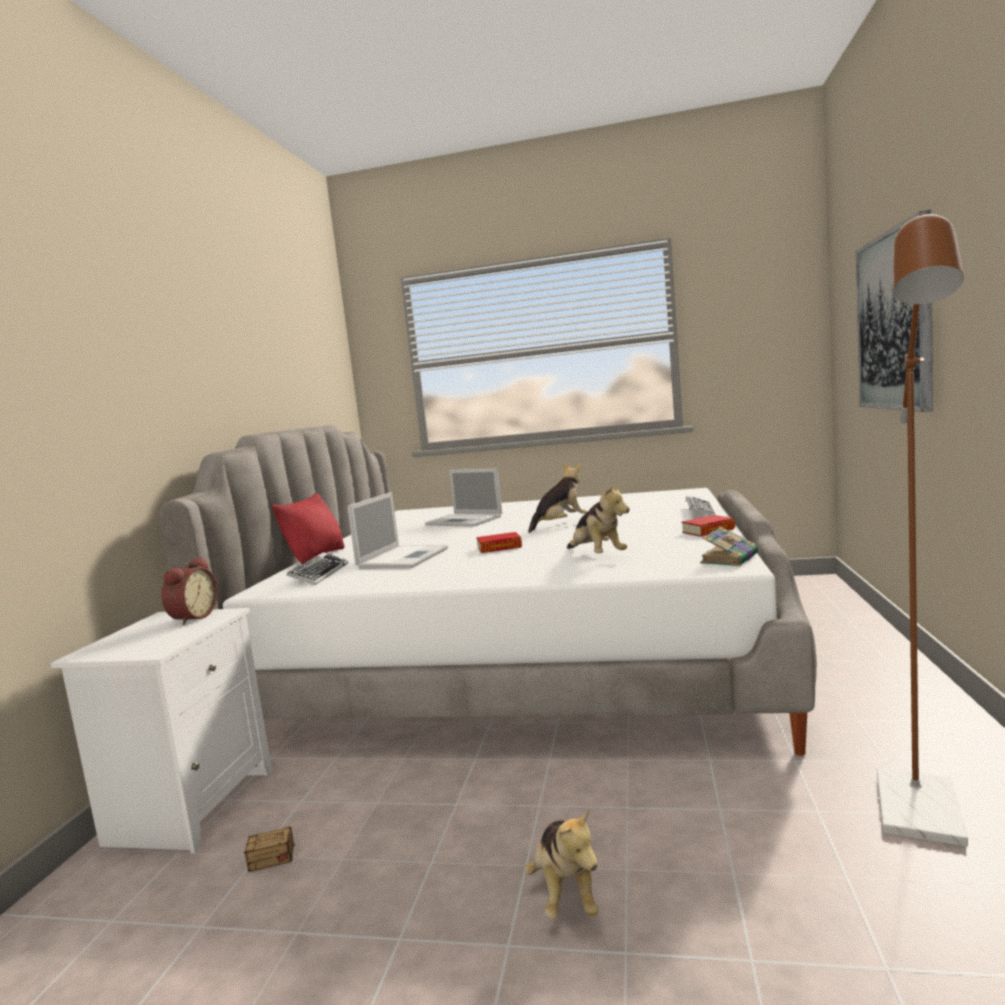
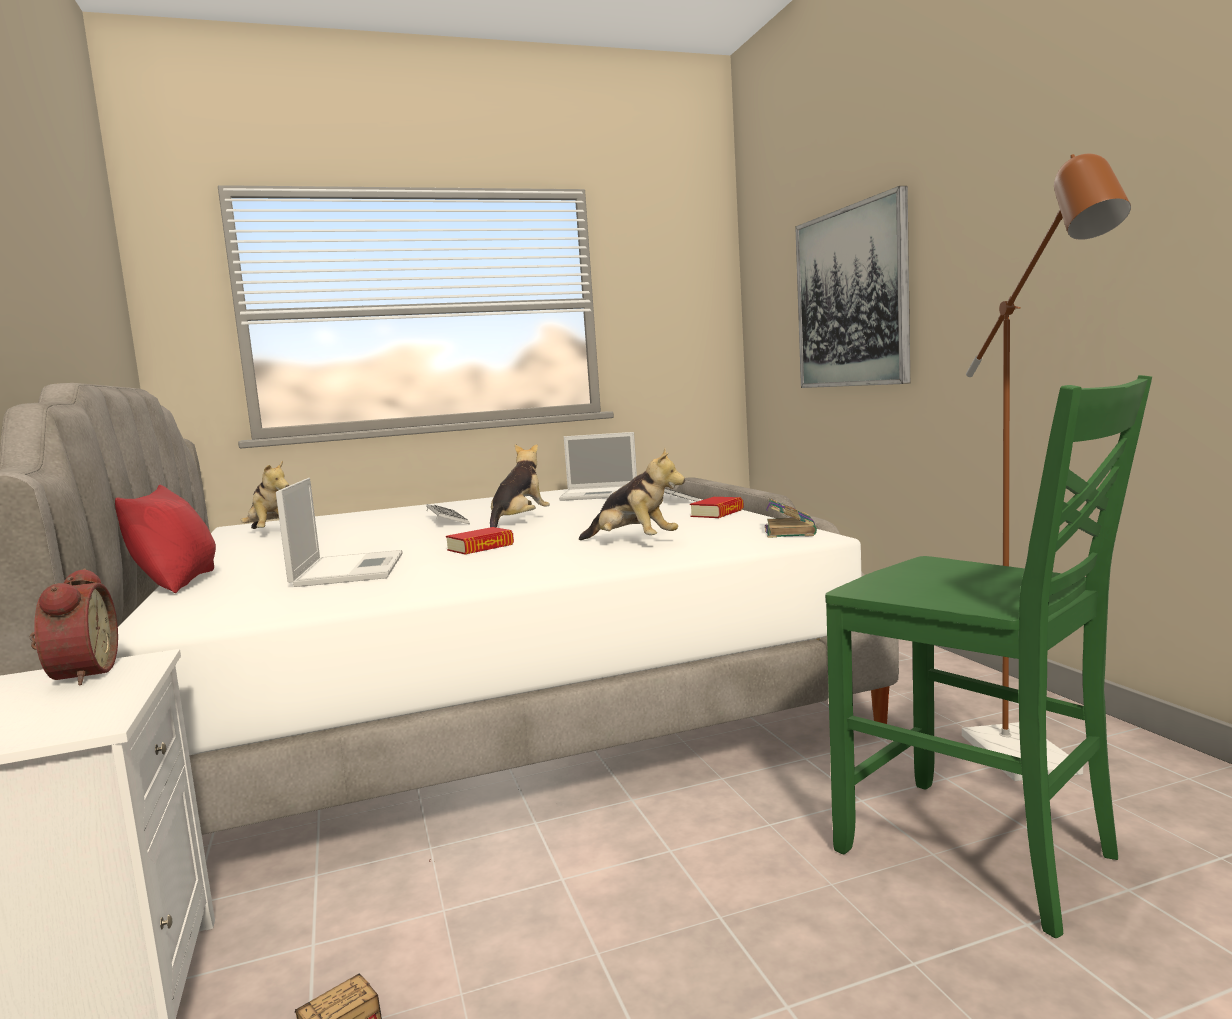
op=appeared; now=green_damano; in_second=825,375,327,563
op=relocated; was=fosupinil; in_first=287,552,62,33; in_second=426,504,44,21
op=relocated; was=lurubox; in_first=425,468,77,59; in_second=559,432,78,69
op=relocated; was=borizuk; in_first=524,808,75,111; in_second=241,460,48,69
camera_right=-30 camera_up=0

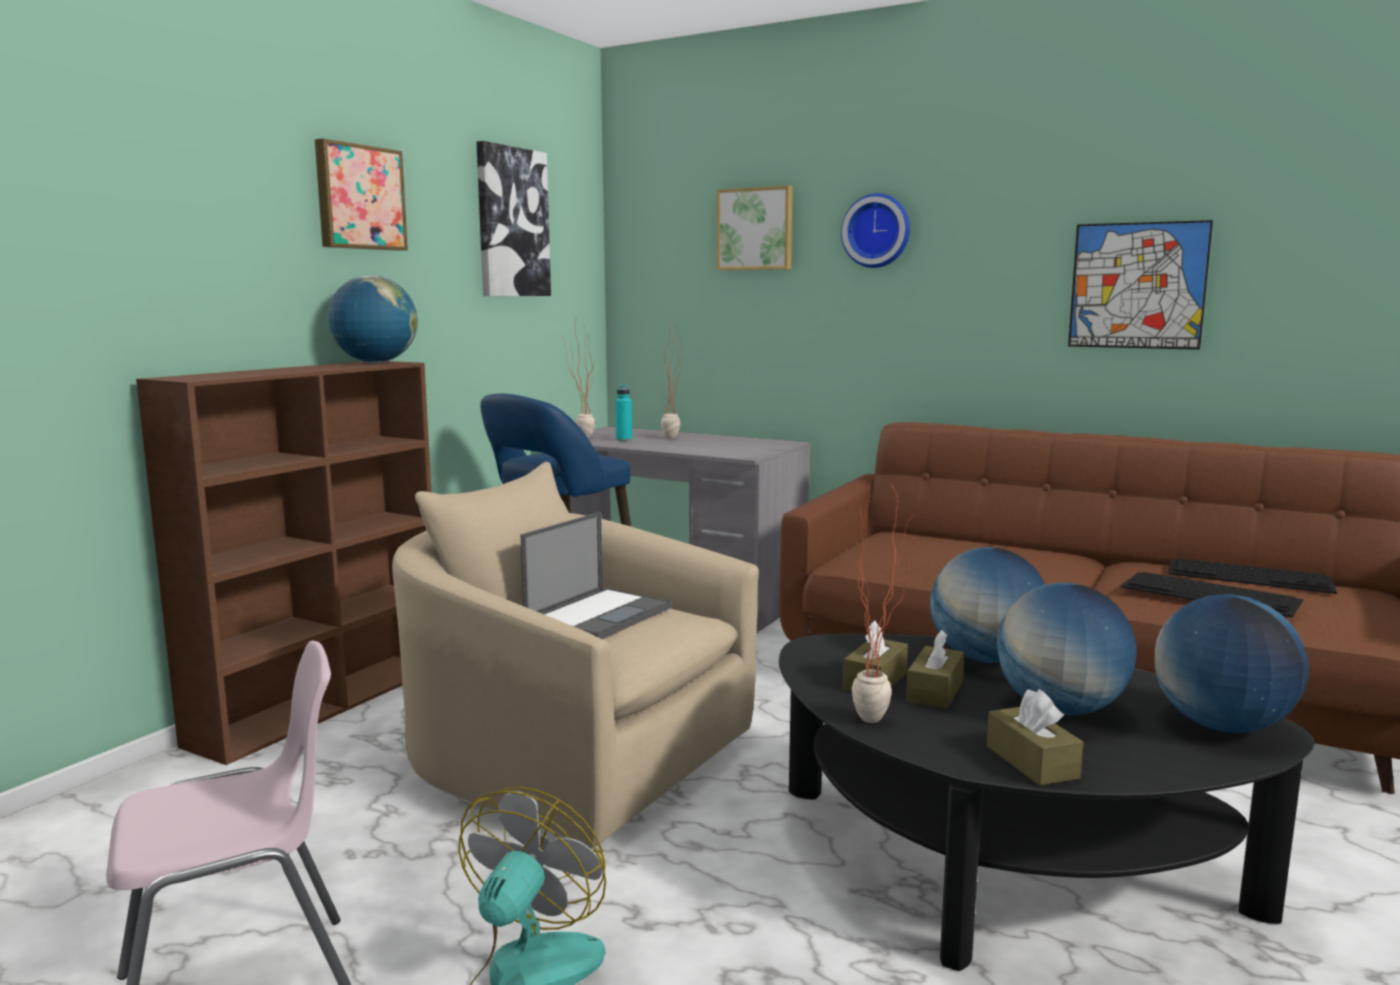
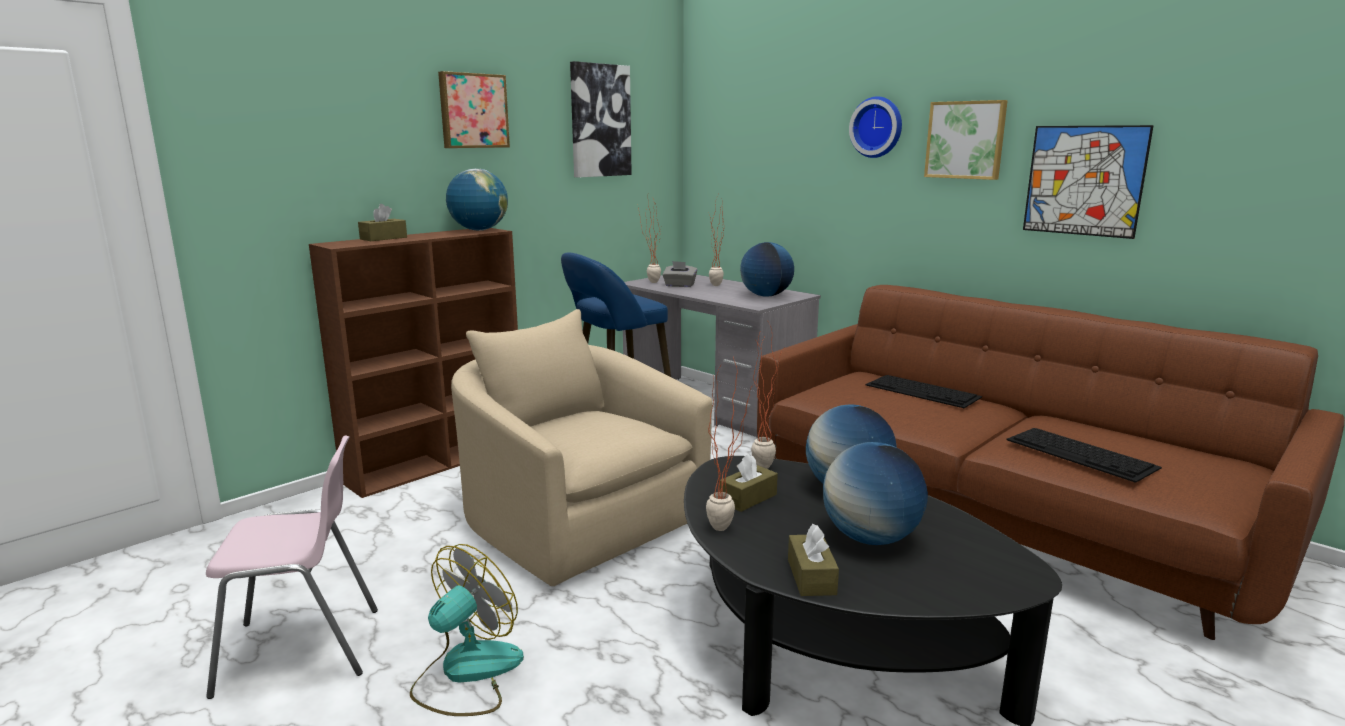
op=missing; was=lurubox; in_first=521,512,151,127
op=appeared; now=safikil; in_second=751,319,32,150
op=relocated; was=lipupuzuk; in_first=717,186,76,84; in_second=924,100,84,80
op=relocated; was=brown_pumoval; in_first=906,630,58,79; in_second=358,204,49,37
op=relocated; was=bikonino; in_first=1155,594,154,139; in_second=740,242,54,55
op=relocated; was=fosupinil; in_first=1168,558,169,36; in_second=866,375,116,33
op=exchanged; was=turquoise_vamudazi; now=grey_pumoval; in_first=615,384,17,57; in_second=662,261,35,26
camera_right=15 camera_up=5

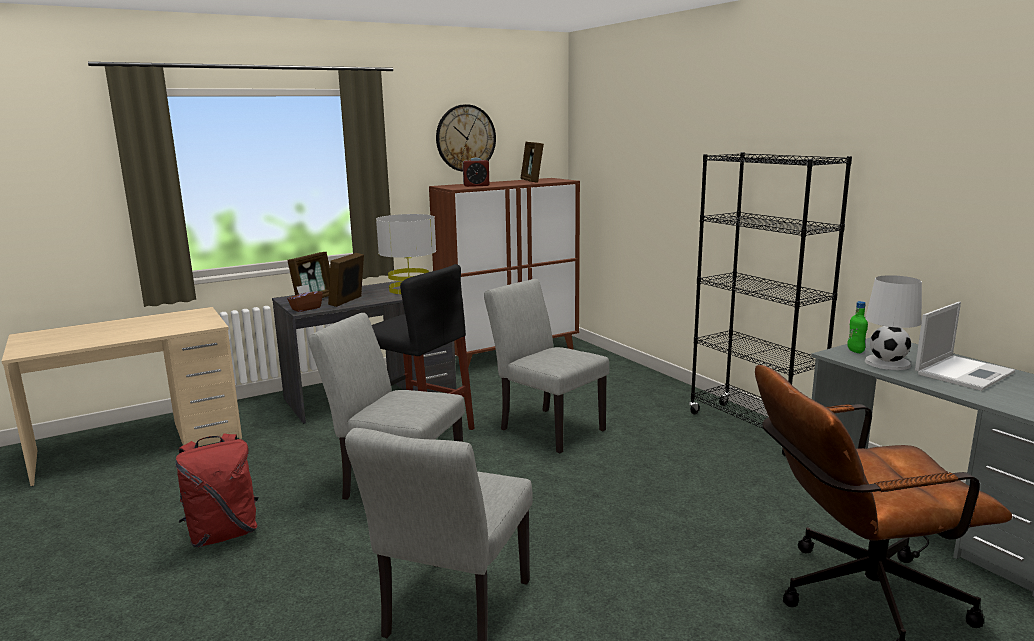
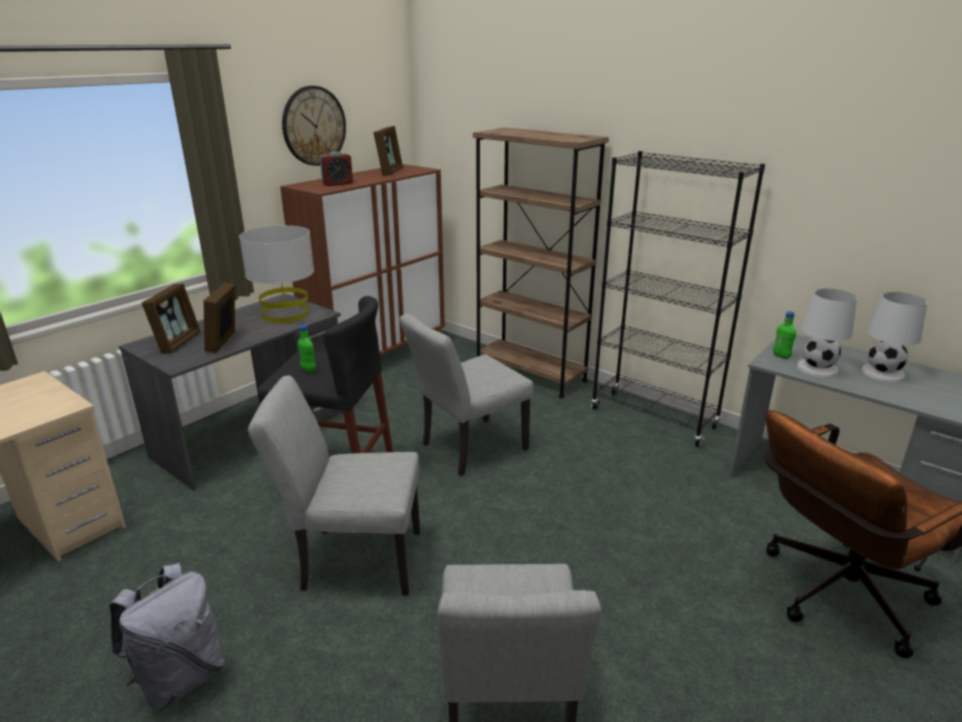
op=missing; was=brown_pumoval; in_first=287,284,36,28
op=appeared; now=green_vamudazi; in_second=298,324,18,49
op=appeared; now=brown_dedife; in_second=473,127,136,271
op=exchanged; was=lurubox; now=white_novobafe; in_first=915,302,100,89; in_second=861,292,67,90
op=colour; was=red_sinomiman; now=grey_sinomiman; in_first=176,433,82,114; in_second=109,563,116,147
op=spun; was=grey_damano; in_first=484,279,125,174; in_second=400,313,133,163; clockwise=-60
op=spun; was=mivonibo; in_first=520,142,24,41; in_second=373,126,30,50; clockwise=-135
camera_right=-20 camera_up=10

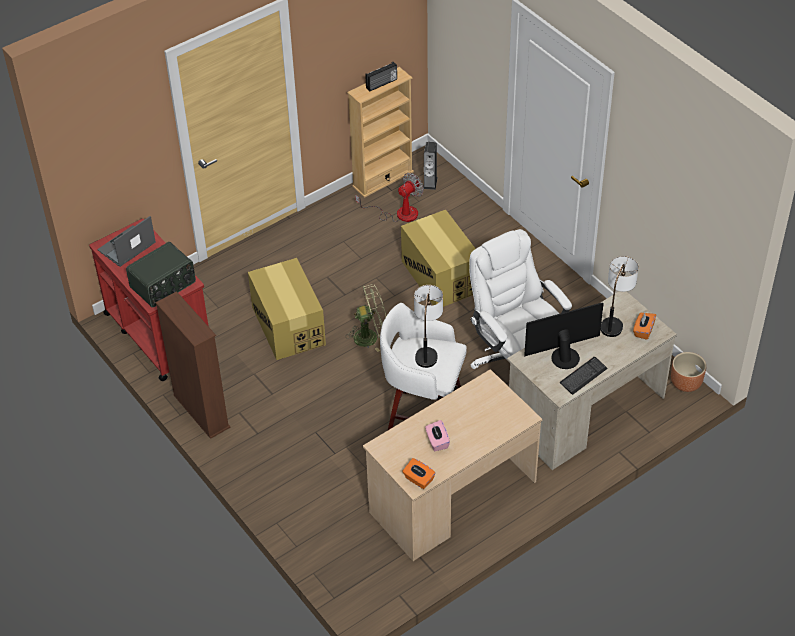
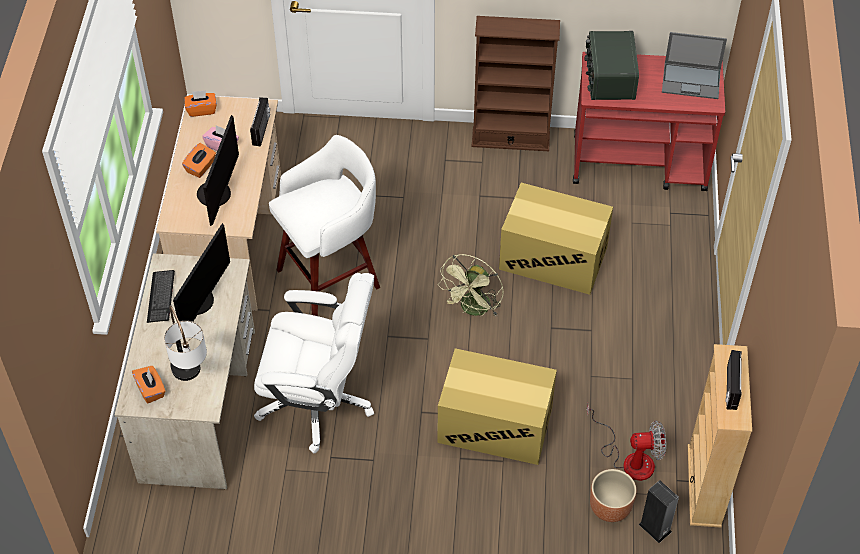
op=missing; was=novobafe; in_first=414,285,29,83
op=appeared; now=orange_pumoval; in_second=182,143,34,35
op=appeared; now=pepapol; in_second=197,115,42,111
op=appeared; now=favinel; in_second=250,97,20,50
op=relocated; was=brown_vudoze; in_first=671,352,35,40; in_second=590,469,46,53
op=spun; was=lurubox; in_first=97,216,59,51; in_second=662,32,65,67; clockwise=105
op=spun; was=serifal; in_first=355,173,69,49; in_second=587,404,79,77; clockwise=-90
camera_right=130 camera_up=5

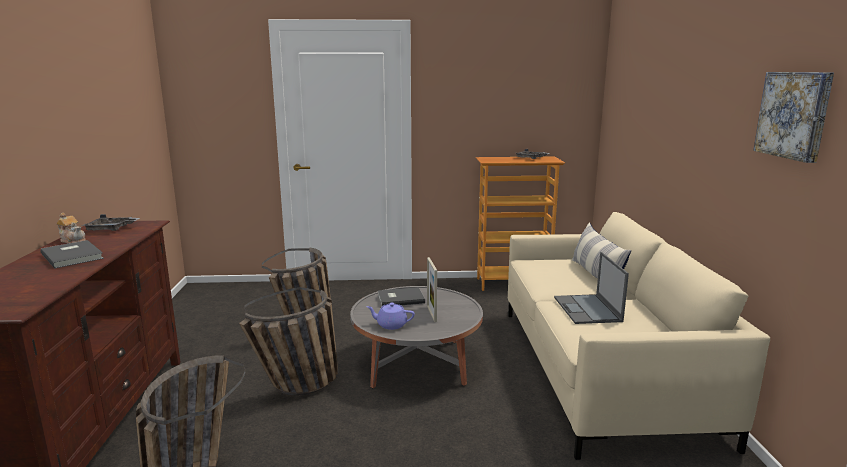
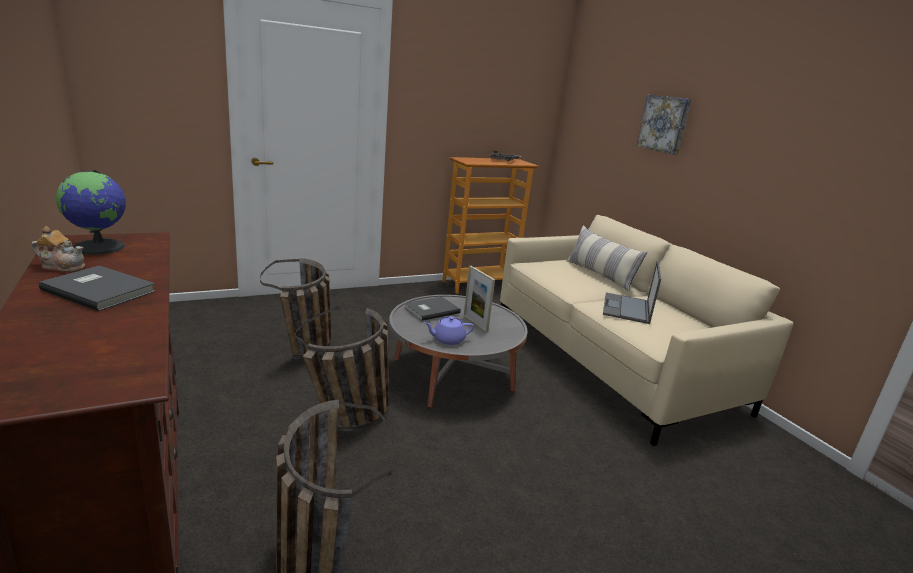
op=relocated; was=lipupuzuk; in_first=753,72,81,91; in_second=636,95,56,60
op=exchanged; was=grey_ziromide; now=bikonino; in_first=82,214,58,17; in_second=56,170,70,85
op=spun; was=lurubox; in_first=554,252,75,72; in_second=603,261,58,63; clockwise=45
camera_right=-25 camera_up=5

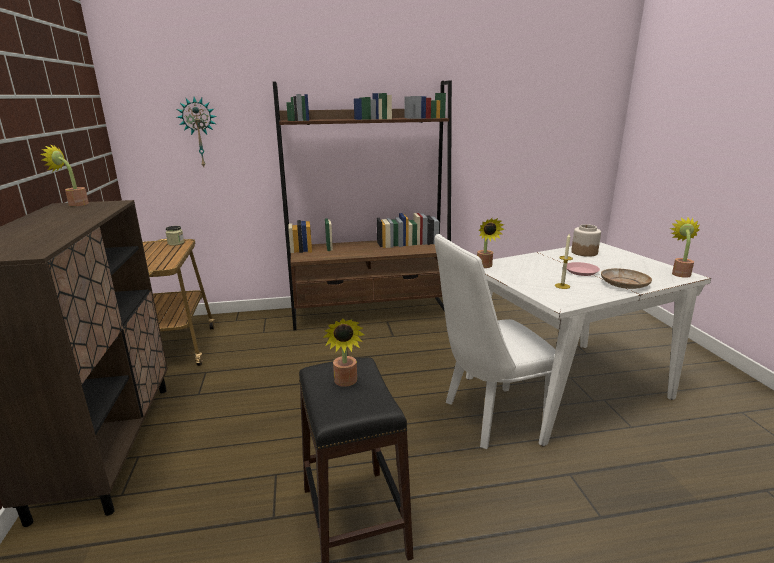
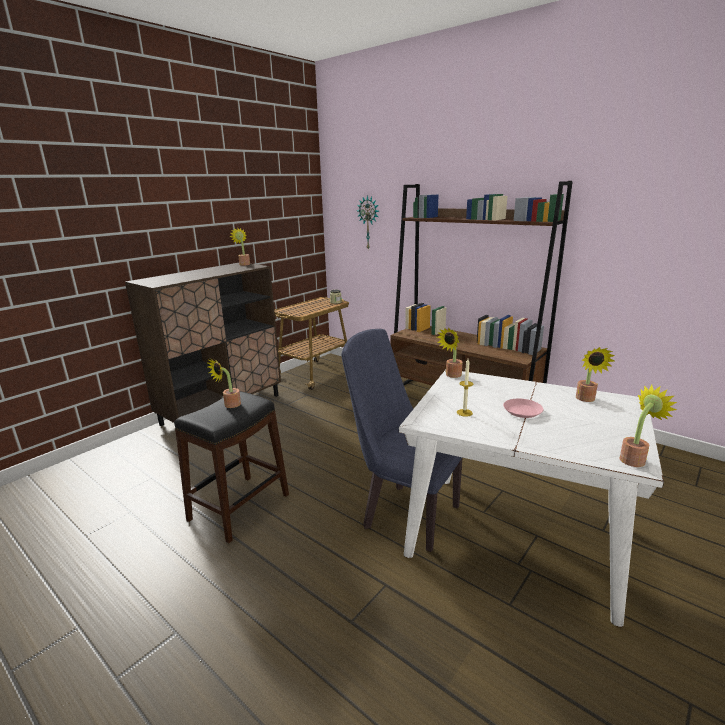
op=missing; was=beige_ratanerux; in_first=601,268,51,21
op=exchanged; was=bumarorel; now=safikil; in_first=571,224,30,33; in_second=576,347,38,55
op=colour; was=white_damano; now=blue_damano; in_first=435,234,121,215; in_second=342,329,120,223
camera_right=50 camera_up=0

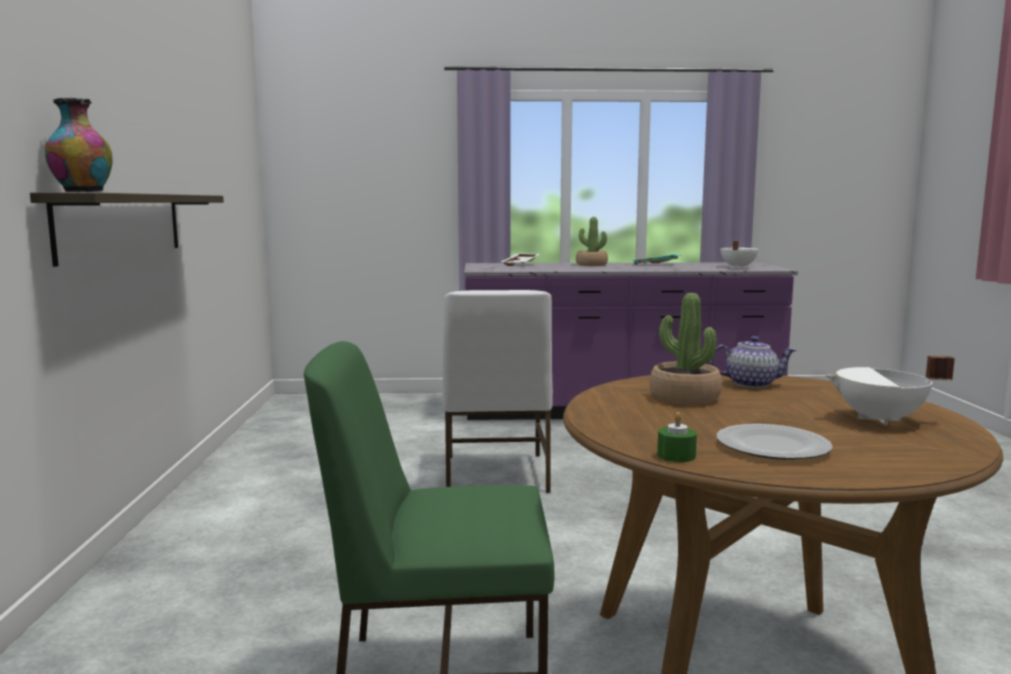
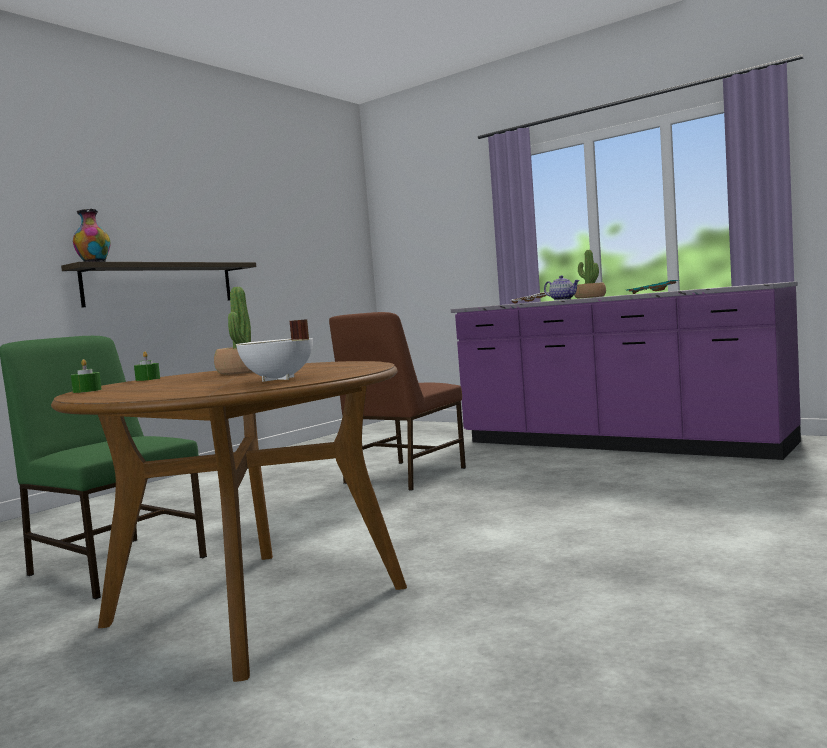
op=missing; was=ratanerux; in_first=716,424,117,36
op=missing; was=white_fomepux; in_first=720,240,39,28
op=appeared; now=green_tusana; in_second=134,352,26,29
op=relocated; was=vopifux; in_first=710,336,86,52; in_second=544,275,36,25
op=colour; was=white_damano; now=brown_damano; in_first=442,290,111,203; in_second=329,312,137,179
camera_right=40 camera_up=-5

